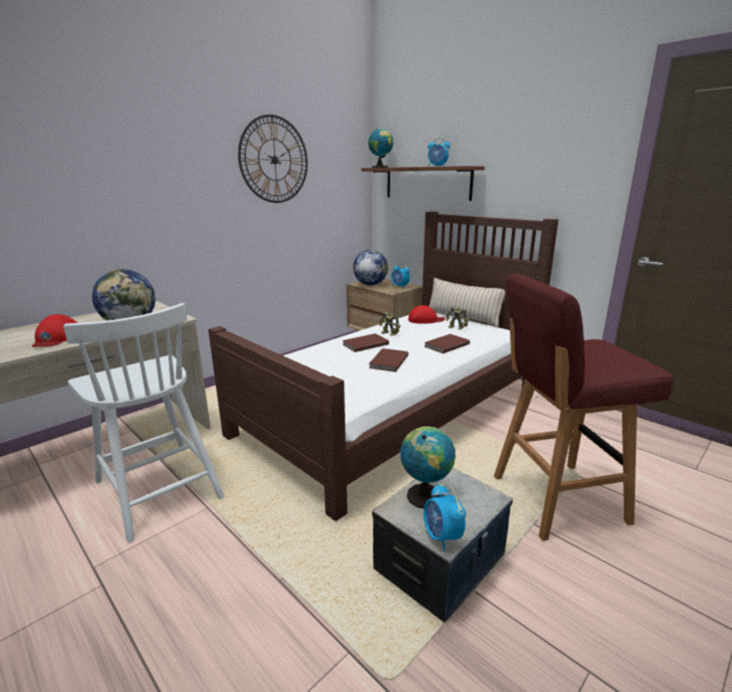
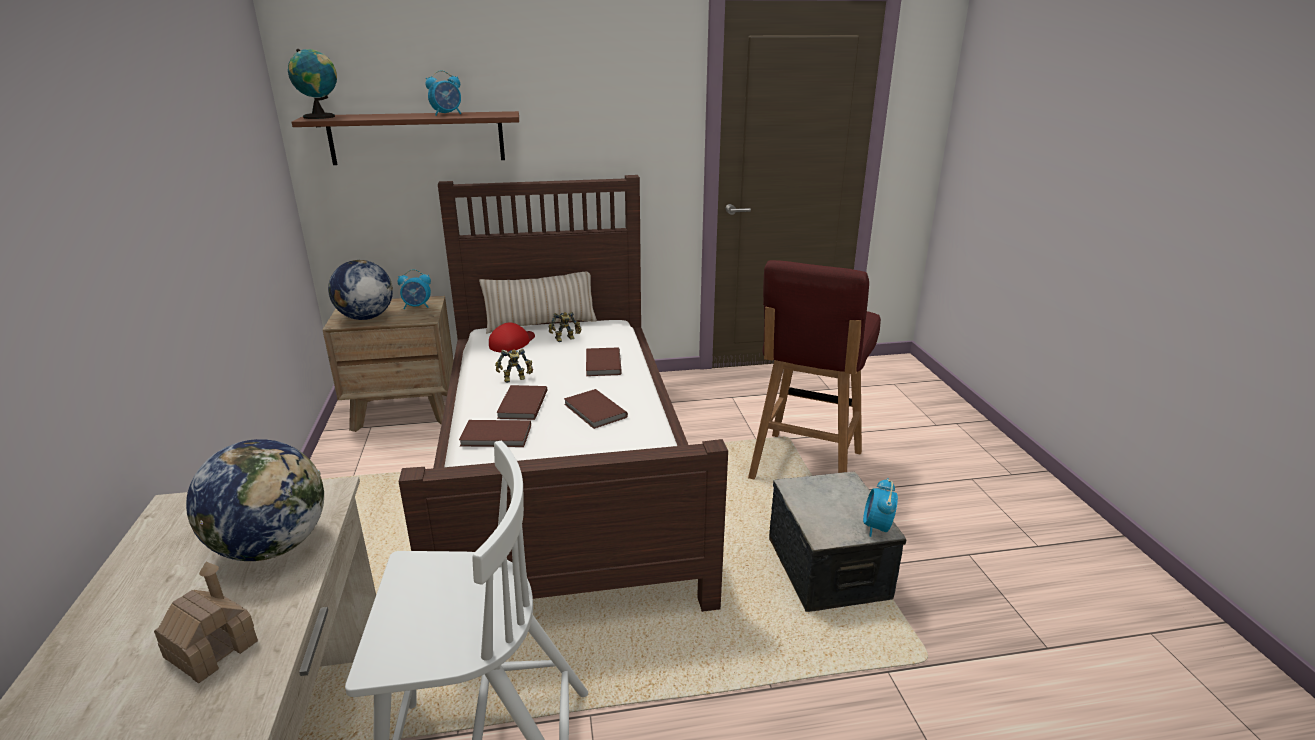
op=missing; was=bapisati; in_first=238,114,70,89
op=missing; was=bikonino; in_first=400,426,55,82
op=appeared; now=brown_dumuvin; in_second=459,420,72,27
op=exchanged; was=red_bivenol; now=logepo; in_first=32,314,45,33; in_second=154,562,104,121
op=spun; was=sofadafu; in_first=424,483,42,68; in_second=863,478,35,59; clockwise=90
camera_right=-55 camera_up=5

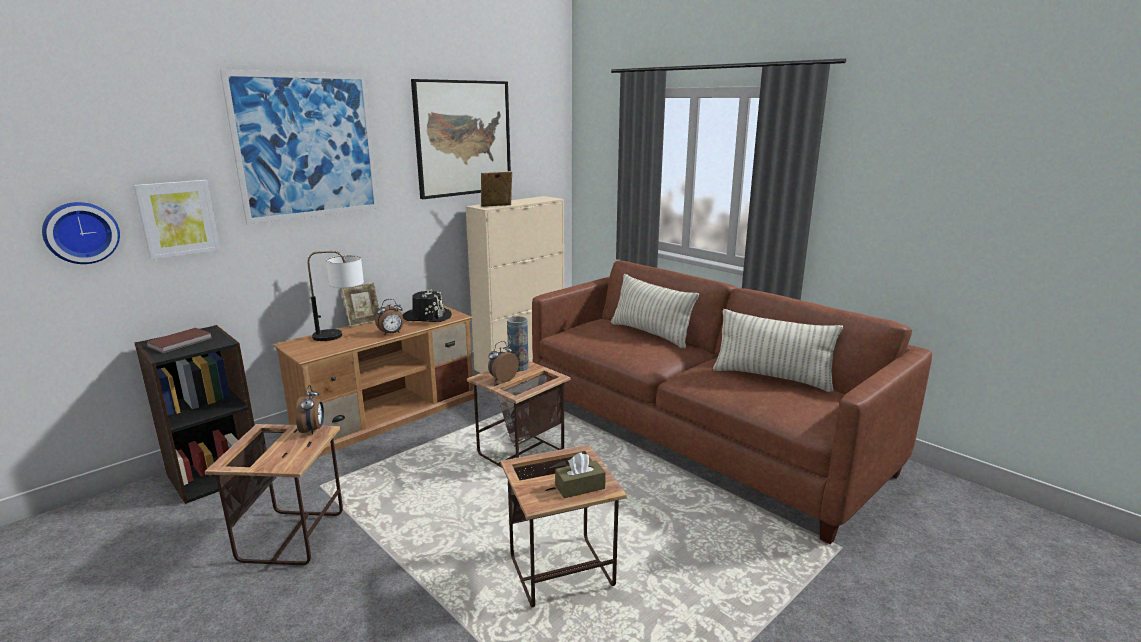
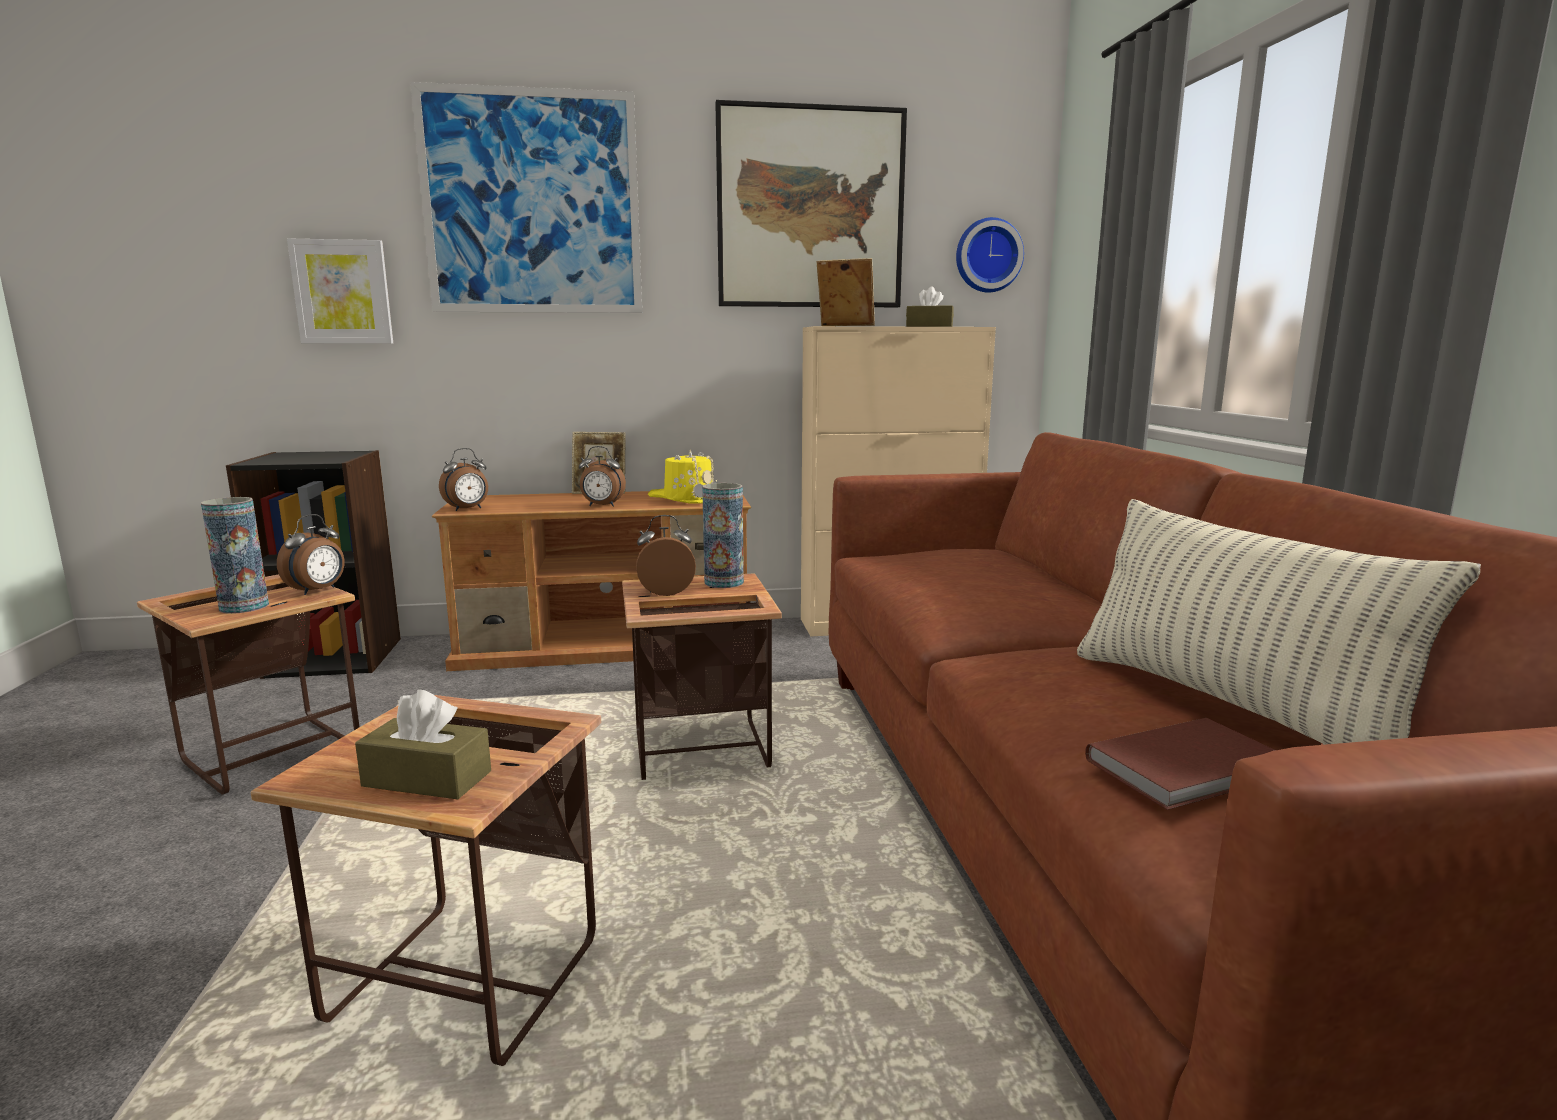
op=missing; was=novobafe; in_first=307,251,57,90
op=missing; was=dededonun; in_first=611,274,88,75
op=appeared; now=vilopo; in_second=201,497,68,117
op=appeared; now=sofadafu; in_second=439,448,49,63
op=appeared; now=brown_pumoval; in_second=906,286,48,41
op=relocated; was=bapisati; in_first=42,202,78,62; in_second=956,217,68,76
op=relocated; was=brown_dumuvin; in_first=145,328,67,25; in_second=1085,718,190,92
op=colour; was=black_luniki; now=yellow_luniki; in_first=403,289,48,33; in_second=648,450,70,54
camera_right=35 camera_up=-5

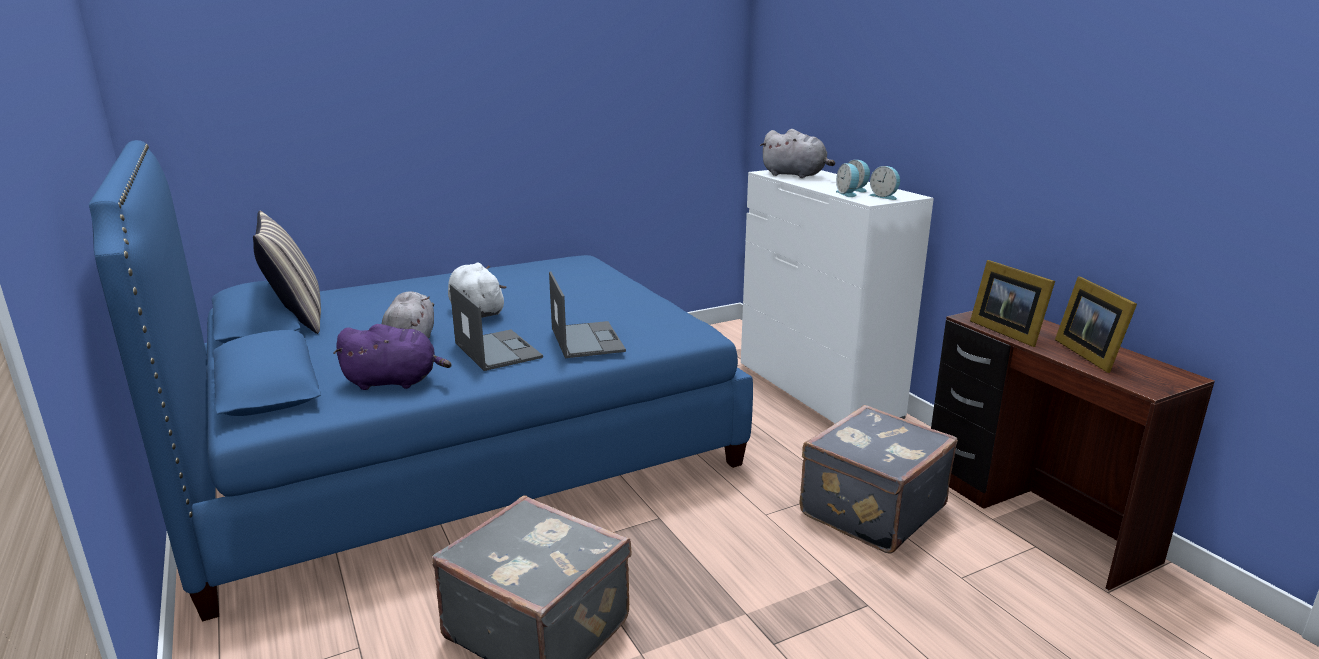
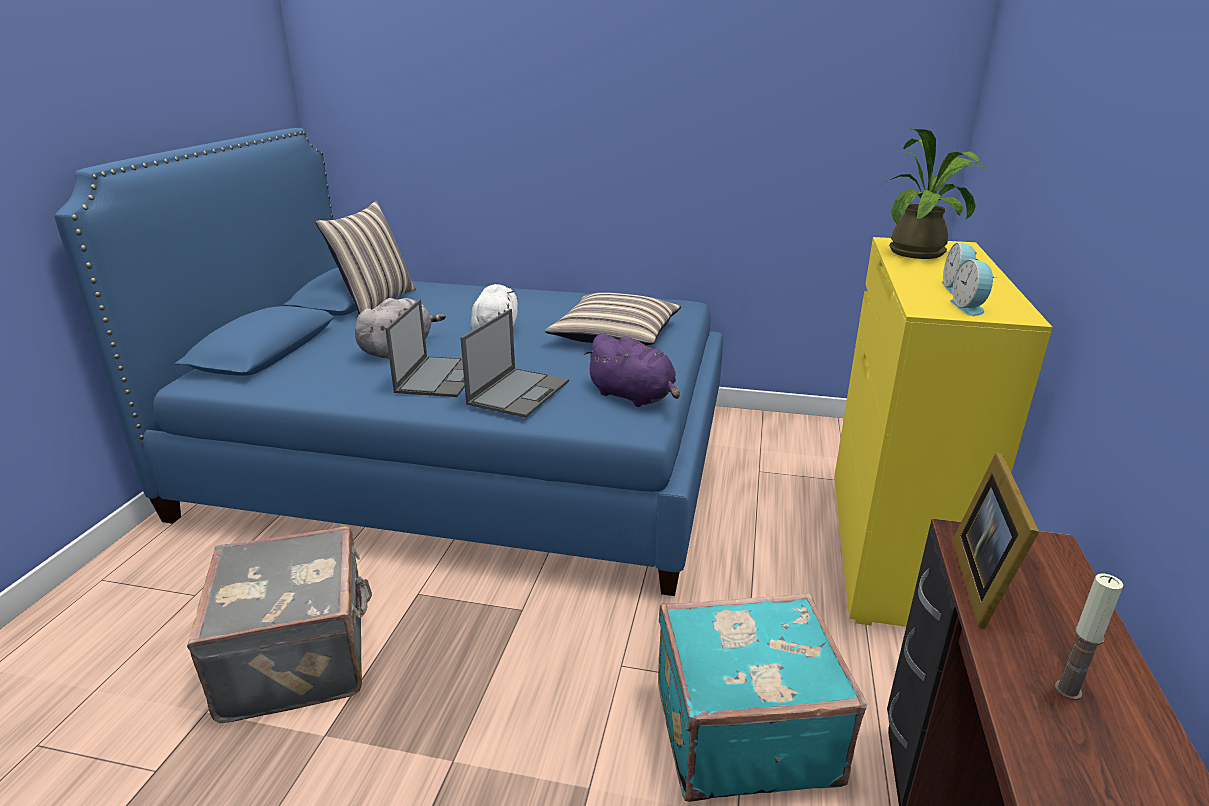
op=missing; was=sofadafu; in_first=836,163,23,34
op=appeared; now=dededonun; in_second=545,292,136,54
op=relocated; was=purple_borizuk; in_first=333,324,118,66; in_second=584,333,96,74
op=exchanged; was=grey_borizuk; now=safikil; in_first=760,129,75,49; in_second=881,129,104,130
op=exchanged; was=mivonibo; now=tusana; in_first=1055,276,82,97; in_second=1055,573,69,127
op=colour; was=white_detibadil; now=yellow_detibadil; in_first=741,170,193,254; in_second=834,237,218,390
op=colour; was=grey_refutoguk; now=turquoise_refutoguk; in_first=800,405,158,149; in_second=658,593,209,209
camera_right=40 camera_up=5

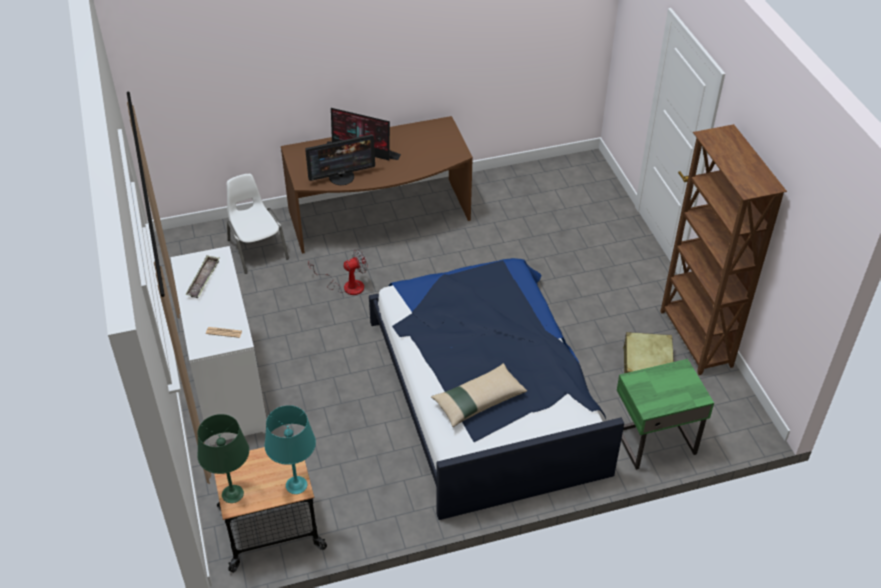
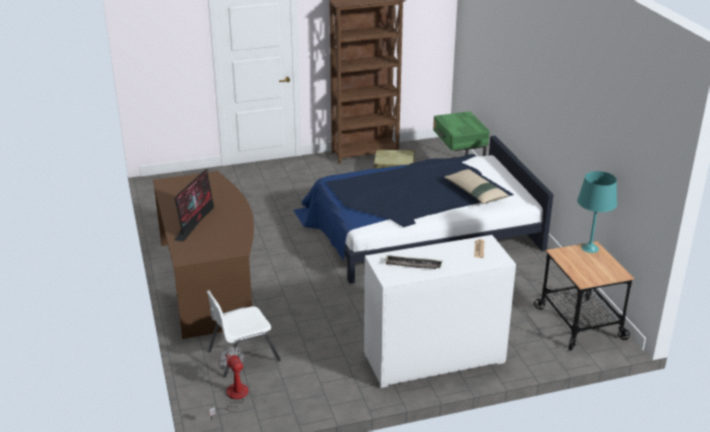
op=missing; was=green_novobafe; in_first=197,414,52,89
op=missing; was=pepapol; in_first=305,134,70,51
op=relocated; was=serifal; in_first=308,249,60,46; in_second=209,347,40,74
camera_right=-90 camera_up=-15

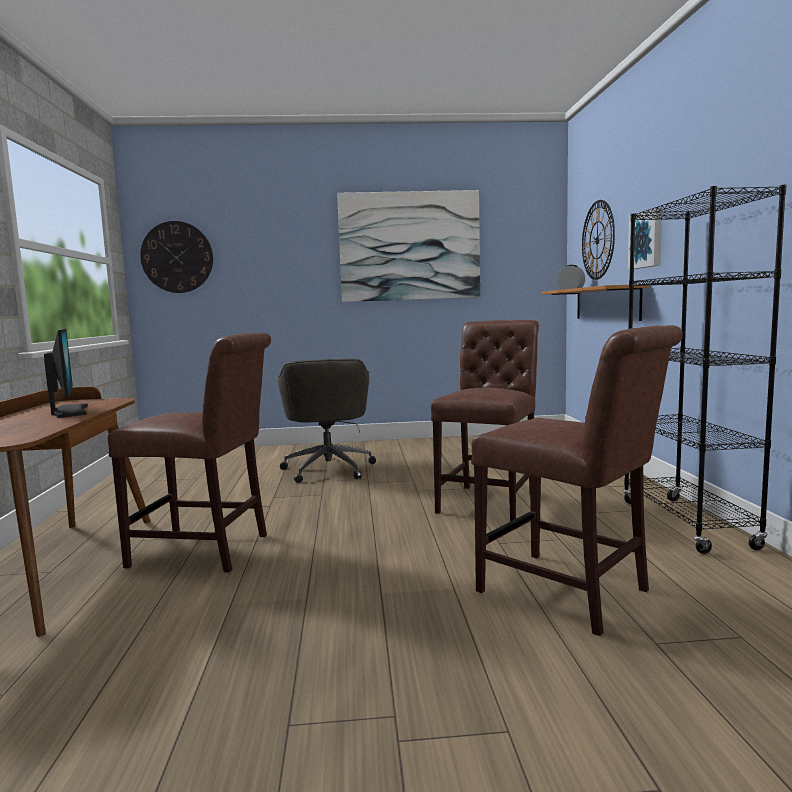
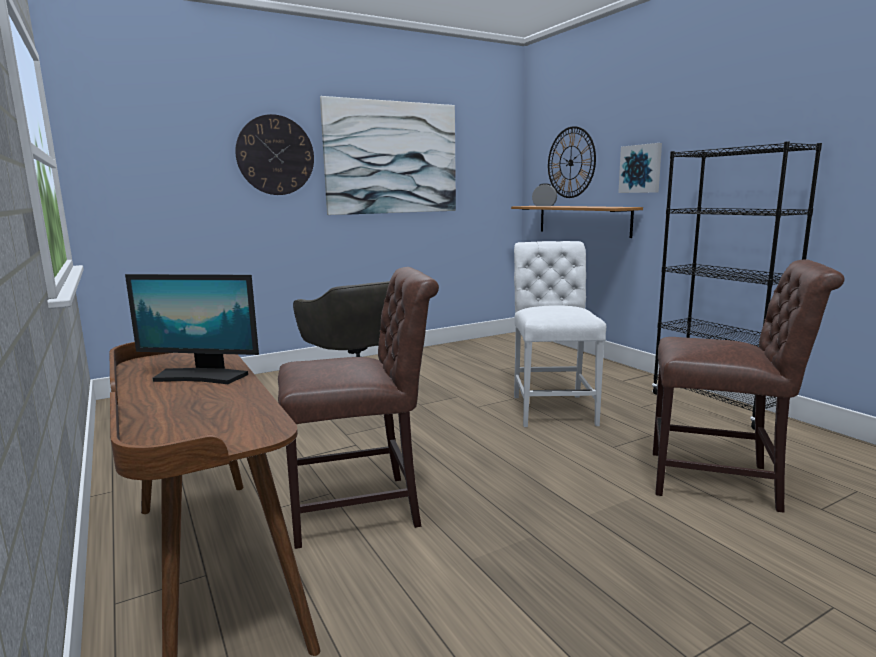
op=relocated; was=bapisati; in_first=140,221,73,72; in_second=236,114,78,81
op=colour; was=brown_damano; now=white_damano; in_first=431,320,108,202; in_second=514,241,92,186
op=spun; was=pepapol; in_first=44,328,44,90; in_second=125,274,134,110; clockwise=150
camera_right=-25 camera_up=5

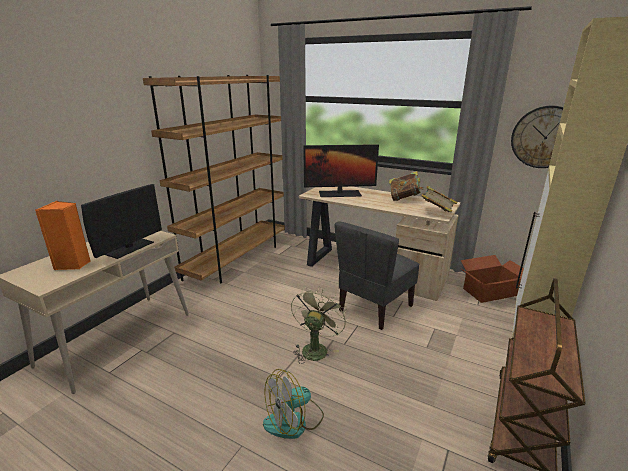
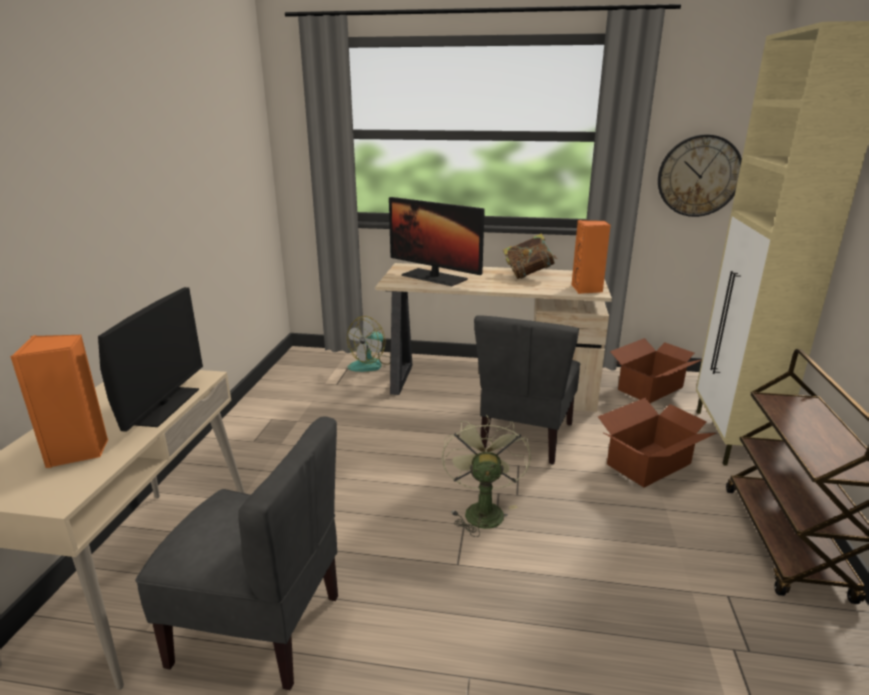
op=missing; was=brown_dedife; in_first=143,75,142,209
op=appeared; now=grey_damano; in_second=135,416,203,274
op=appeared; now=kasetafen; in_second=598,398,118,90
op=relocated; was=serifal; in_first=263,369,61,70; in_second=347,316,44,56
op=exchanged; was=dumuvin; now=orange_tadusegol; in_first=421,186,37,26; in_second=571,220,40,74
op=spun; was=pepapol; in_first=303,144,76,53; in_second=389,197,96,89; clockwise=60
camera_right=-20 camera_up=0

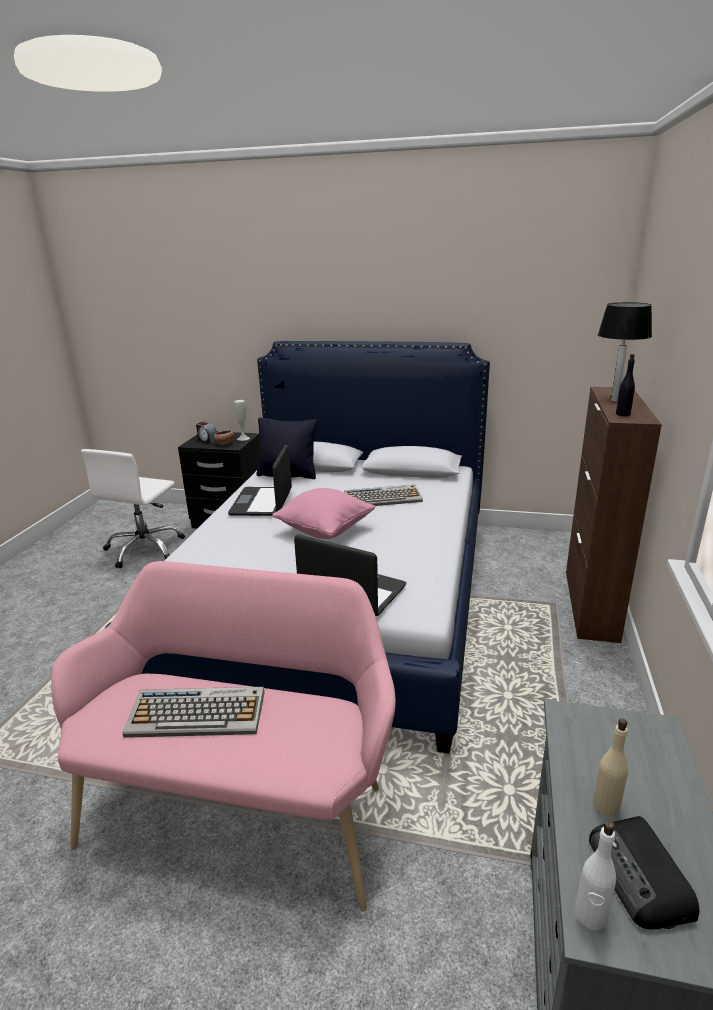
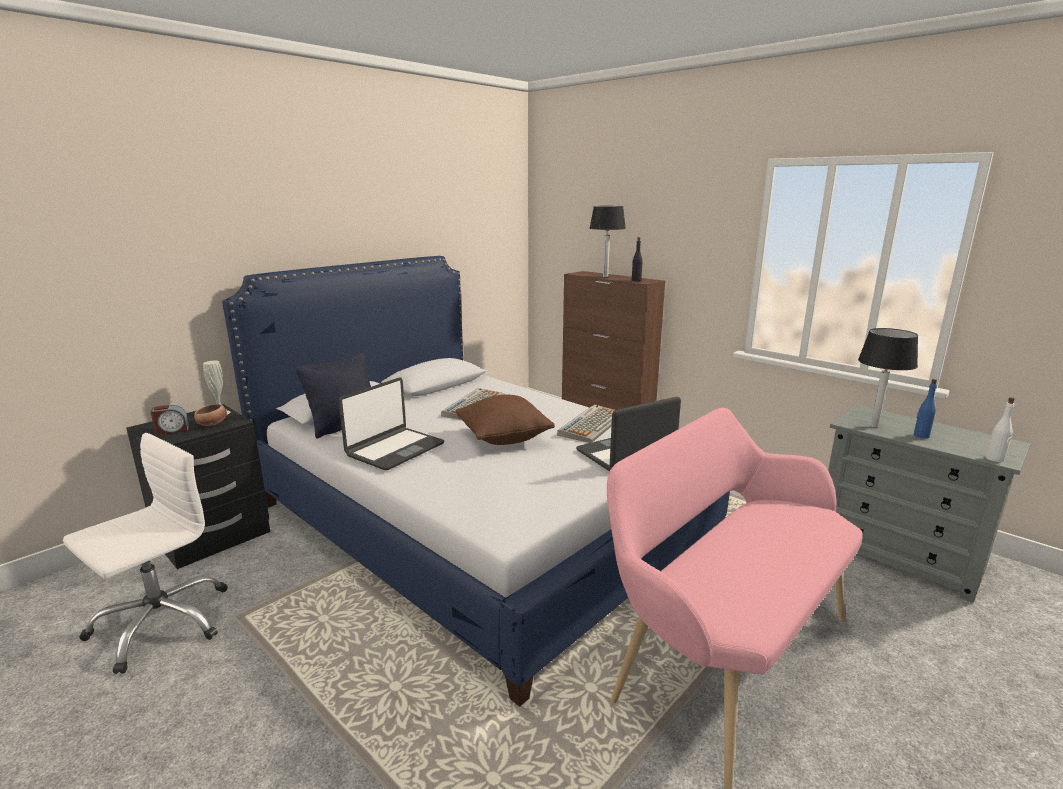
op=missing; was=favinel; in_first=589,816,110,114
op=appeared; now=novobafe; in_second=858,328,60,100
op=relocated; was=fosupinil; in_first=122,687,143,51; in_second=557,405,58,38
op=colour; was=pink_dededonun; now=brown_dededonun; in_first=272,488,103,51; in_second=456,394,99,51
op=colour; was=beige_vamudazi; now=blue_vamudazi; in_first=593,718,35,98; in_second=914,379,23,60
op=spun; was=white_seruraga; in_first=81,449,104,119; in_second=63,433,165,241; clockwise=-105
op=spun; was=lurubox; in_first=228,444,64,72; in_second=338,377,106,93; clockwise=-90
camera_right=-60 camera_up=-5

